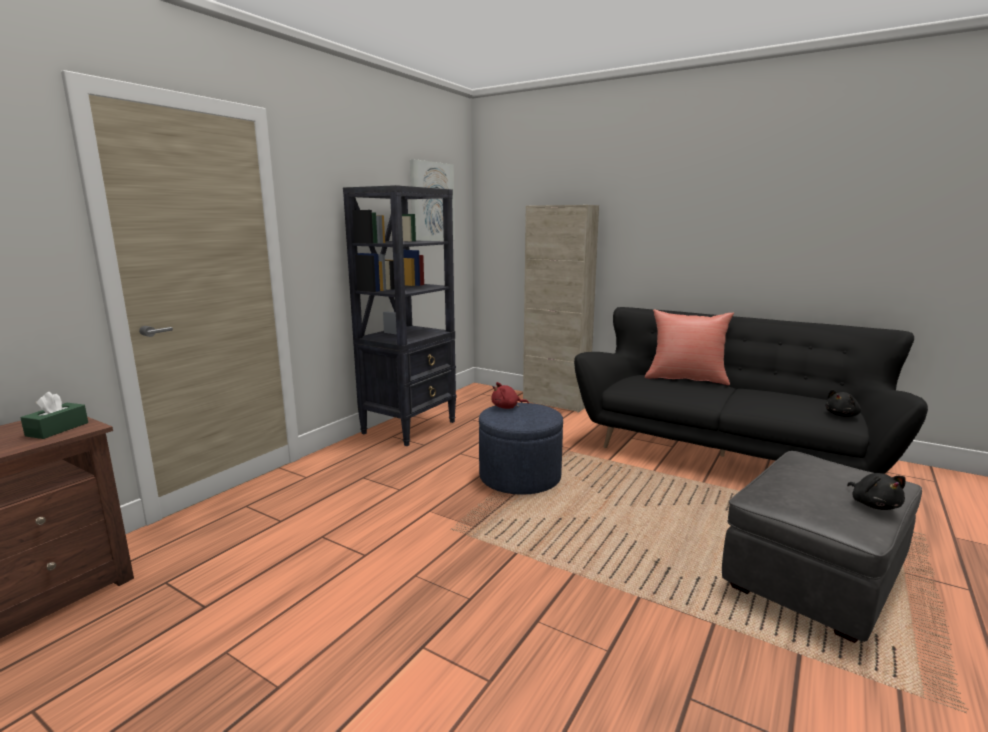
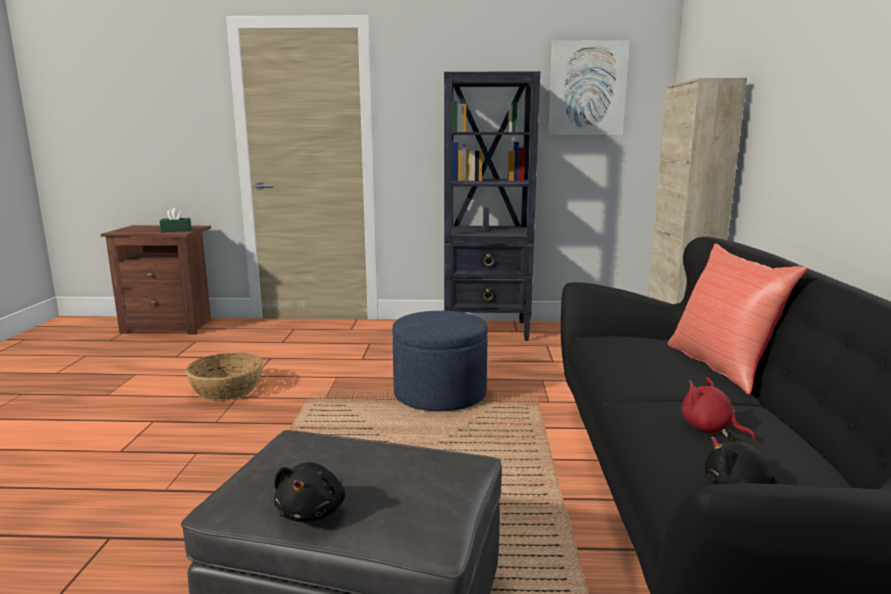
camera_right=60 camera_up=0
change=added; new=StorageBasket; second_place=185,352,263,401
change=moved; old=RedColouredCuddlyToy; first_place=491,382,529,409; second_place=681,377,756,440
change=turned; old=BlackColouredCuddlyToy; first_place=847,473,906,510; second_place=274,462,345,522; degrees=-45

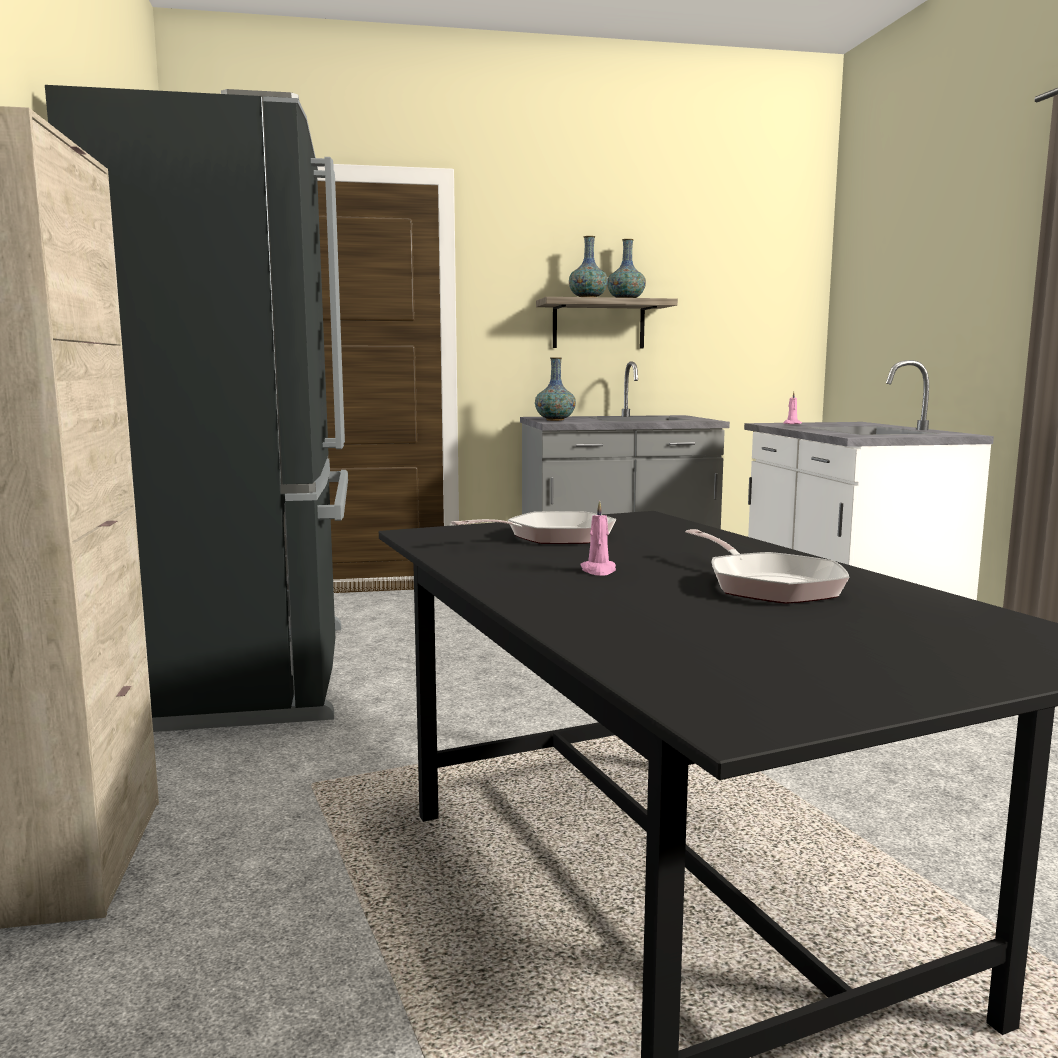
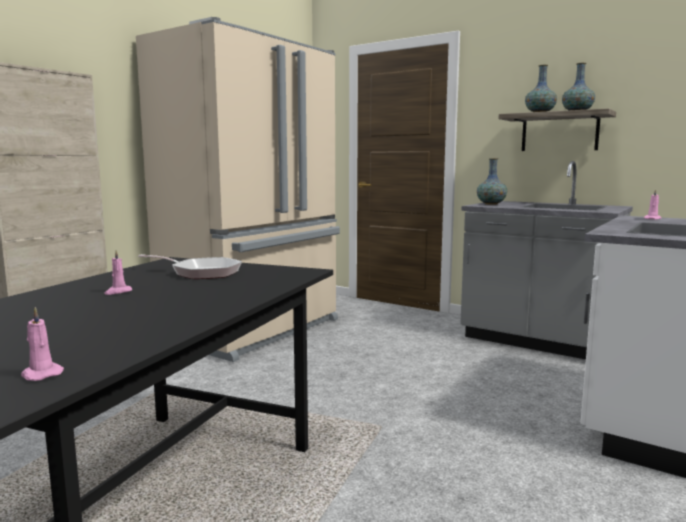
camera_right=45 camera_up=0
change=removed; old=Skillet; first_place=685,529,850,604
change=added; new=PinkishWaxLight; second_place=21,307,64,381
change=recoloured; old=BlackColouredKitchenFridge; new=BeigeColouredKitchenFridge; first_place=45,85,348,732; second_place=136,17,340,362

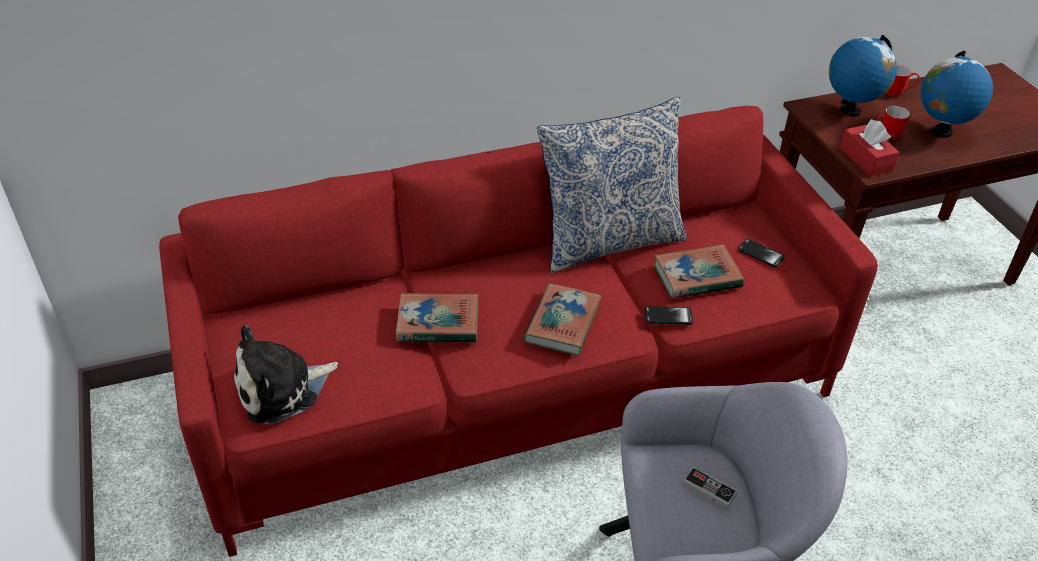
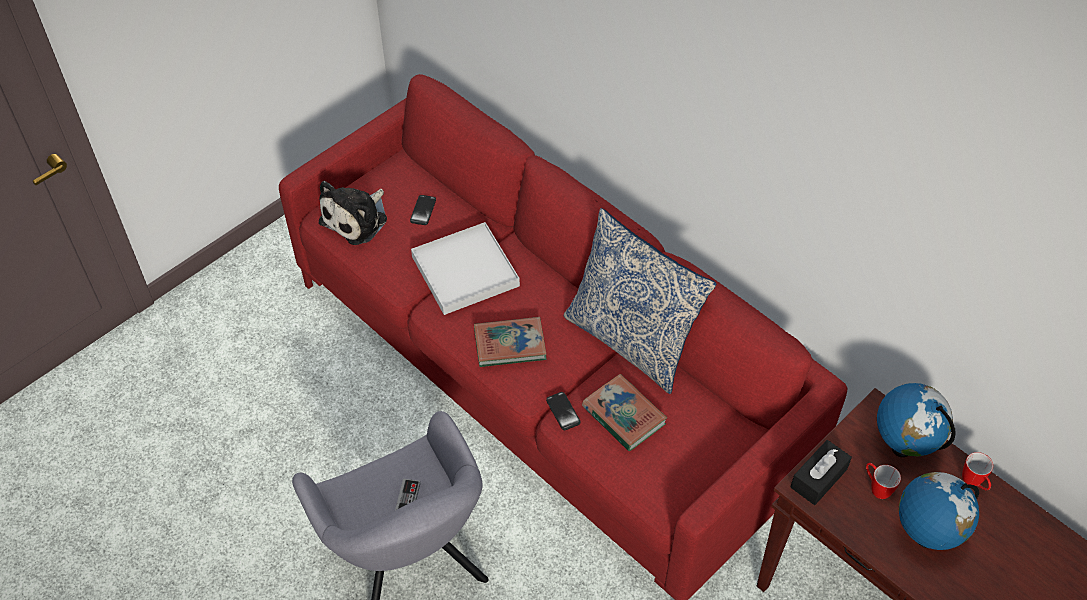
camera_right=65 camera_up=10
change=moved; old=Telephone; first_place=738,239,785,267; second_place=410,195,436,225
change=replaced; old=Volume; new=WhiteColouredTray; first_place=396,293,478,342; second_place=411,222,520,315
change=recoloured; old=RedColouredTissueBox; new=BlackColouredTissueBox; first_place=840,119,899,177; second_place=790,440,852,505
change=turned; old=CuddlyToy; first_place=234,325,338,425; second_place=319,181,387,245; degrees=-90

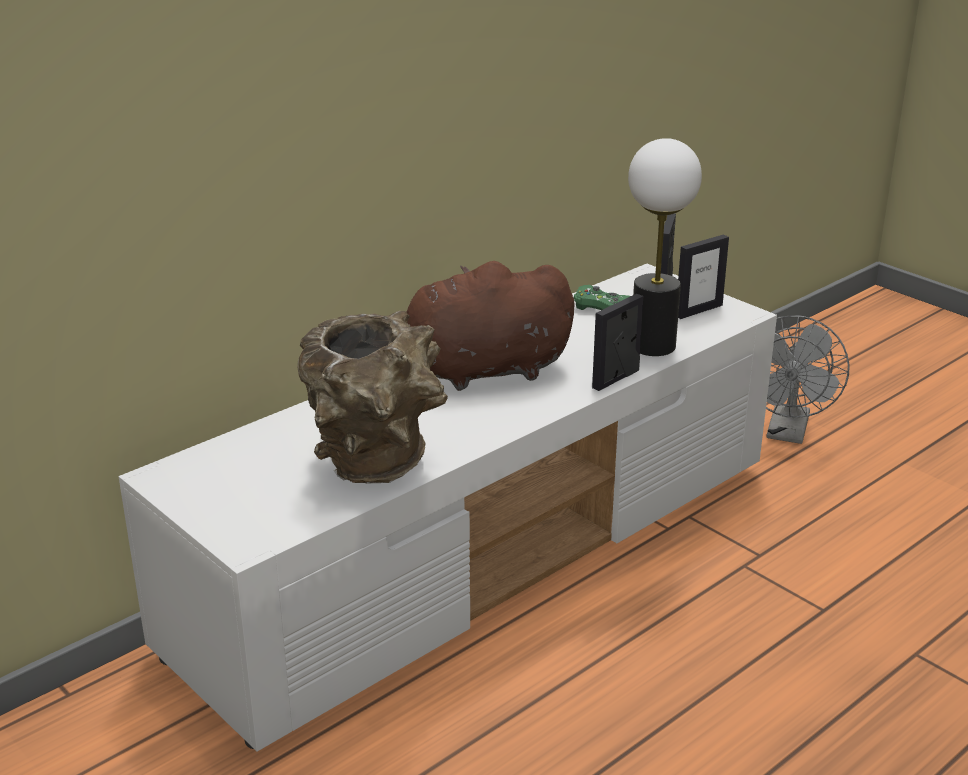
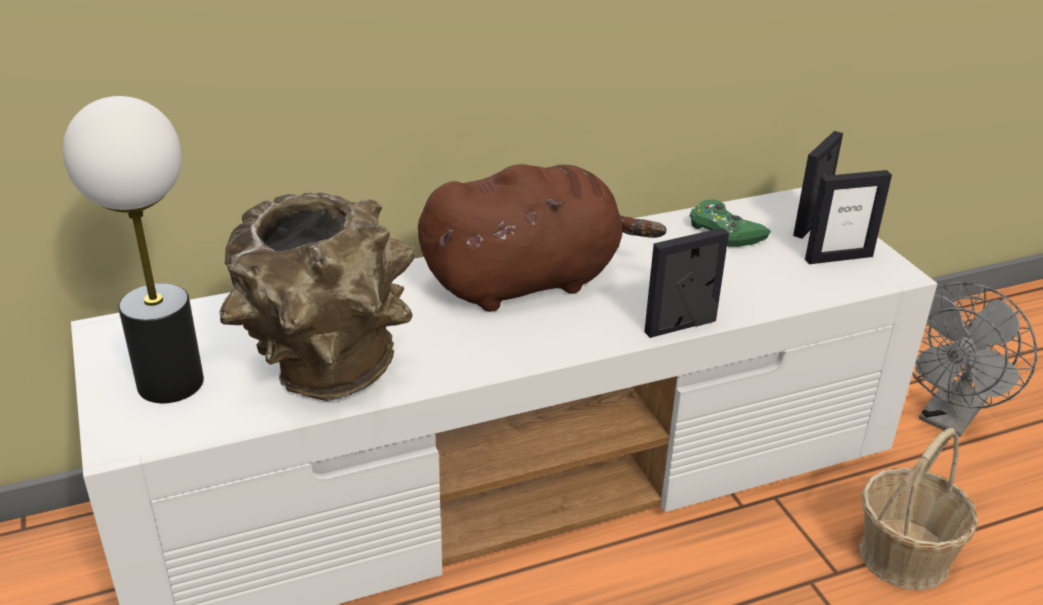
camera_right=20 camera_up=5
change=added; new=StorageBasket; second_place=859,428,978,591
change=moved; old=LampForATable; first_place=628,138,702,356; second_place=63,96,204,403
change=turned; old=BrownishCuddlyToy; first_place=407,261,575,391; second_place=418,164,666,312; degrees=150

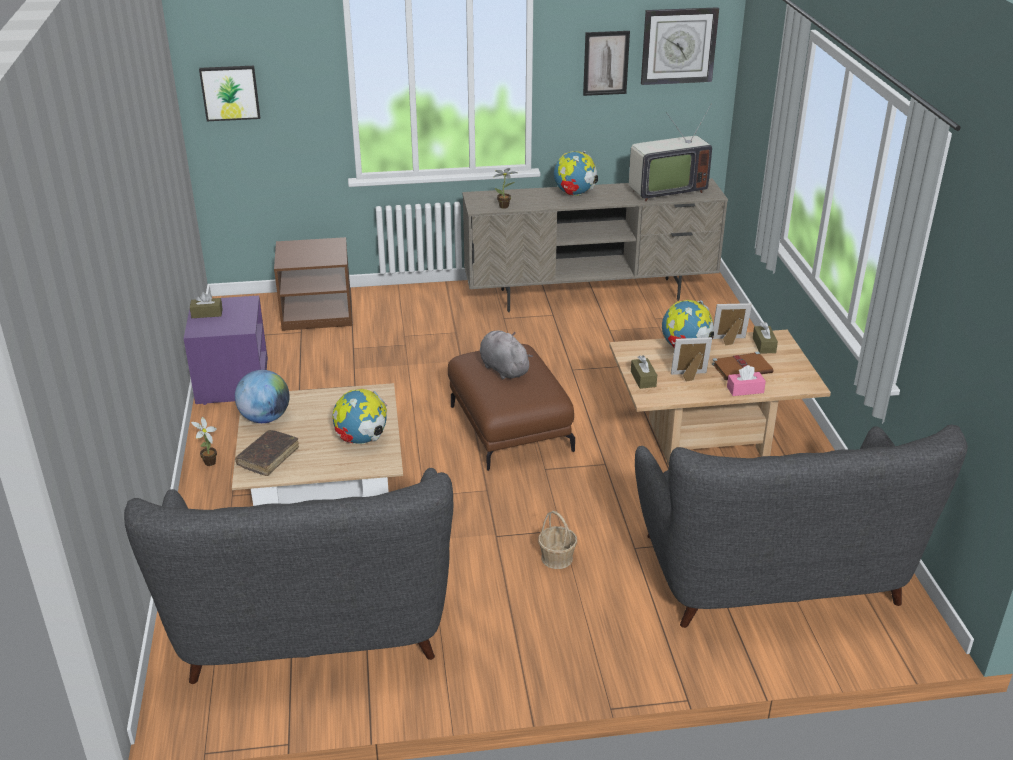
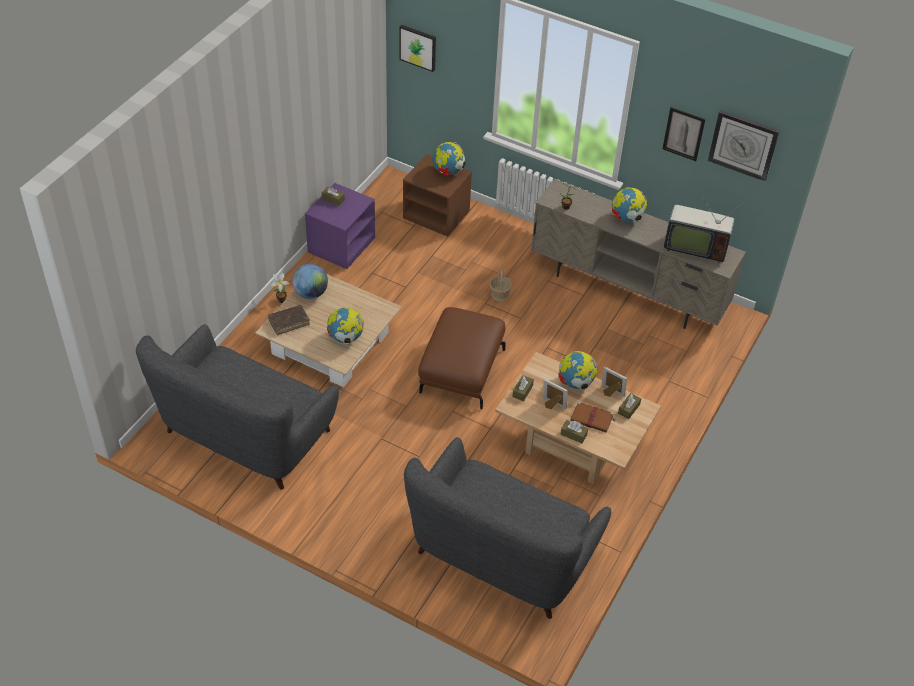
camera_right=35 camera_up=15
change=removed; old=GrayCuddlyToy; first_place=480,330,533,380
change=added; new=DeskGlobe; second_place=432,142,466,175
change=moved; old=StorageBasket; first_place=538,511,577,569; second_place=489,268,512,301
change=recoloured; old=PinkishTissueBox; new=BrownishTissueBox; first_place=727,365,766,396; second_place=560,420,588,443

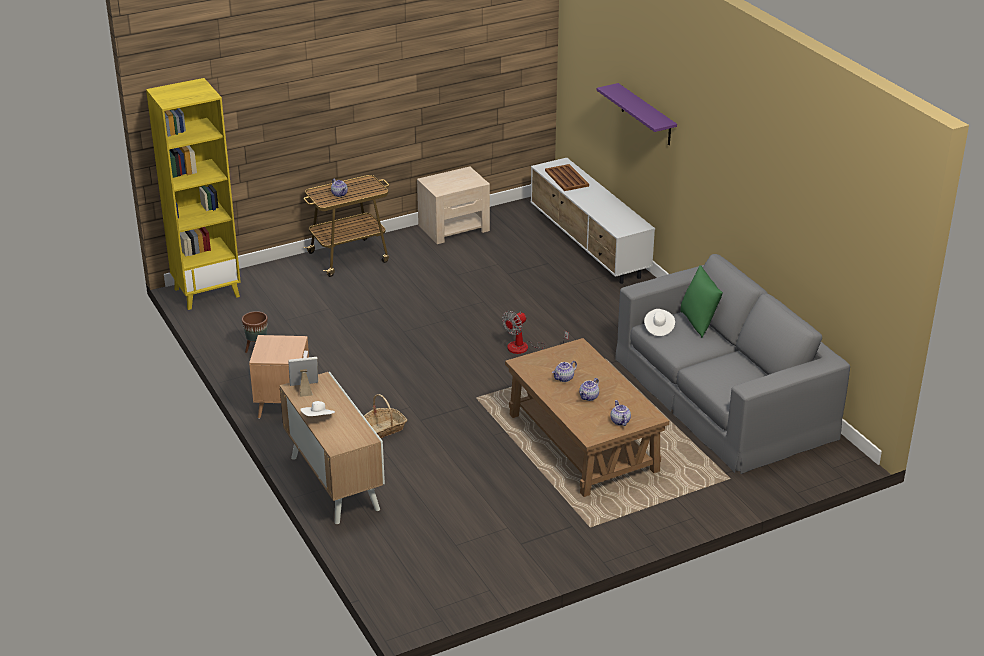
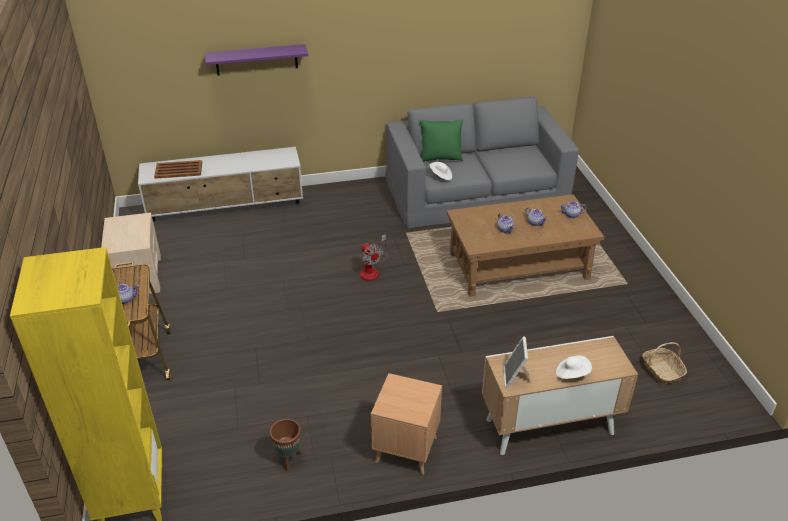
camera_right=-75 camera_up=5
change=moved; old=StorageBasket; first_place=364,394,407,438; second_place=642,342,687,385

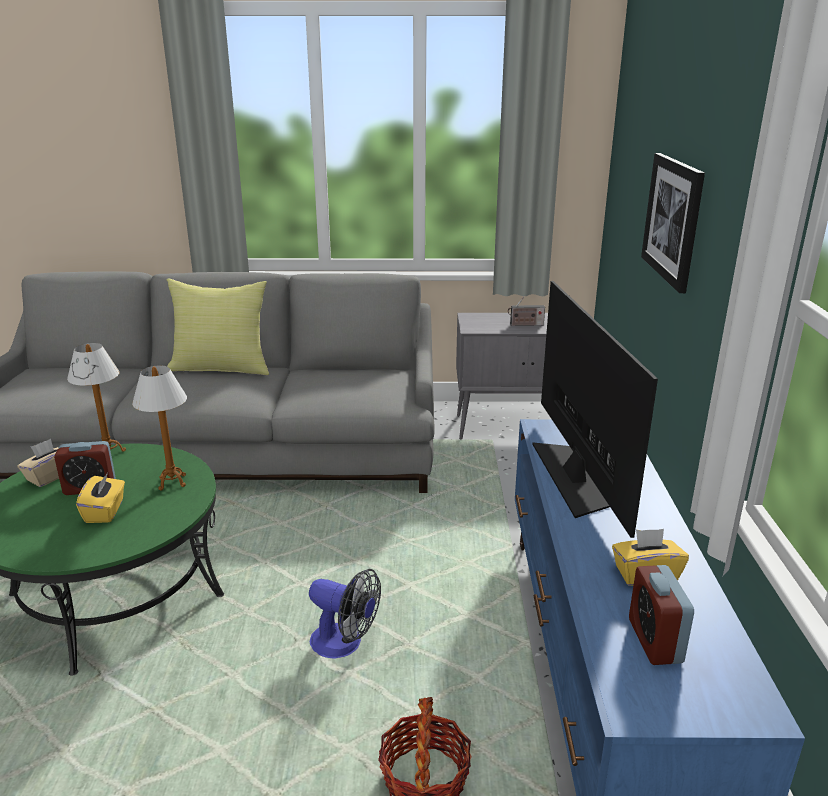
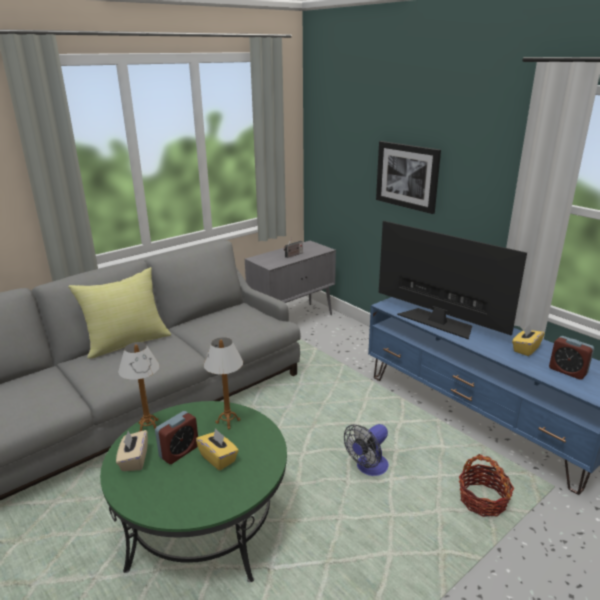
camera_right=-40 camera_up=0
change=turned; old=Fan; first_place=309,569,381,659; second_place=344,424,389,476; degrees=150

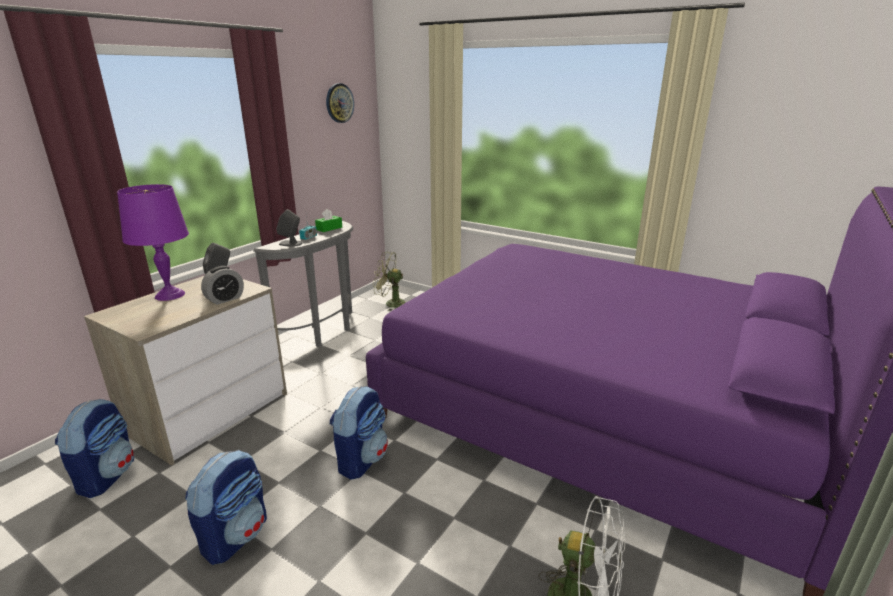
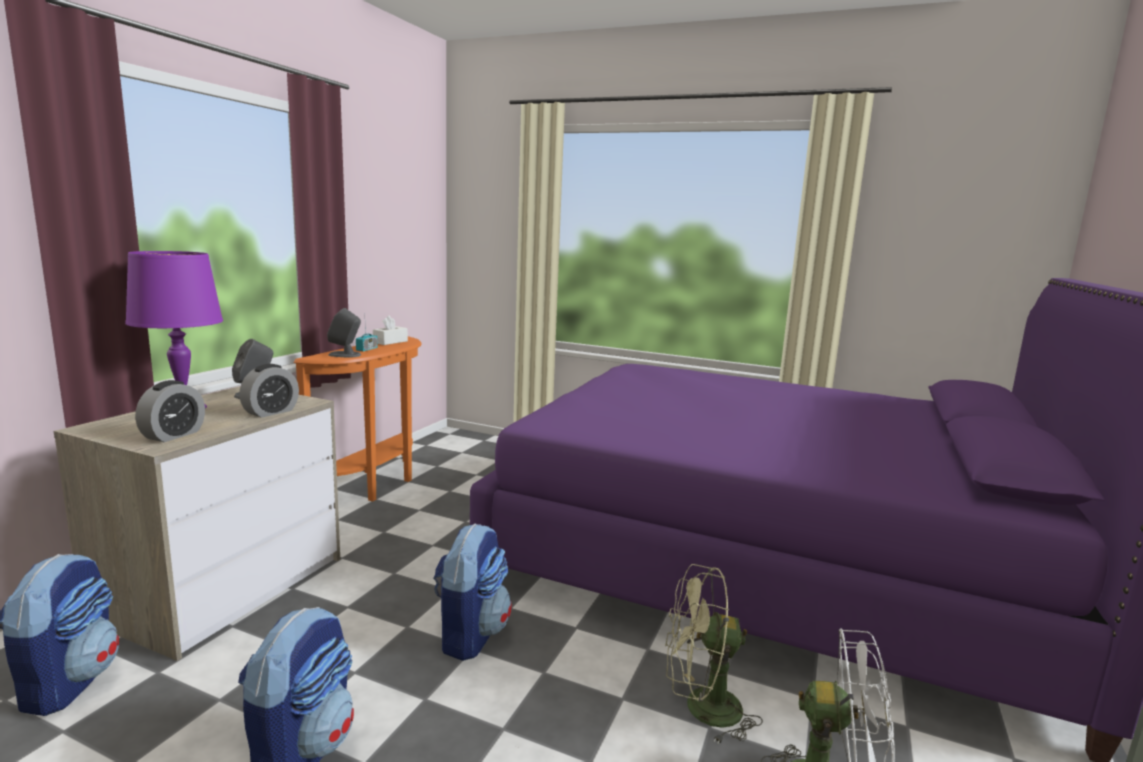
camera_right=-10 camera_up=-10
change=removed; old=ClockOnTheWall; first_place=326,83,354,123
change=added; new=TableClock; second_place=135,380,205,442
change=moved; old=GreenishFan; first_place=373,252,406,311; second_place=665,564,763,744
change=recoloured; old=GrayConsoleTable; new=OrangeConsoleTable; first_place=254,221,353,347; second_place=293,336,422,502
change=recoloured; old=GreenishTissueBox; new=WhiteColouredTissueBox; first_place=315,209,342,232; second_place=373,316,408,345

